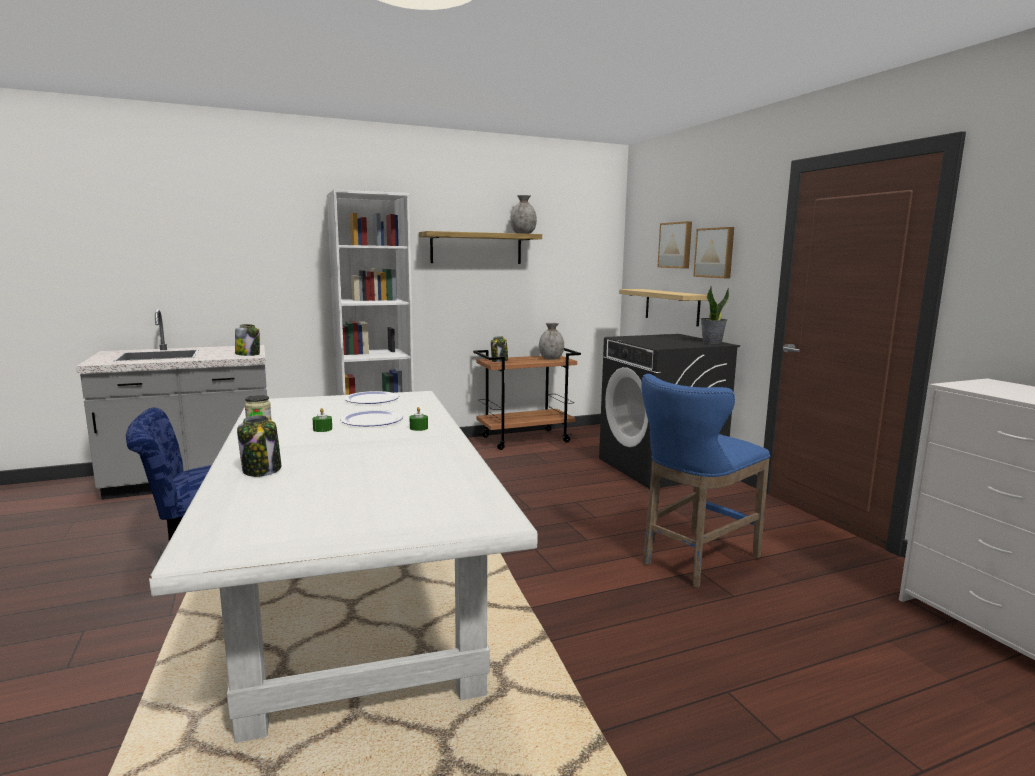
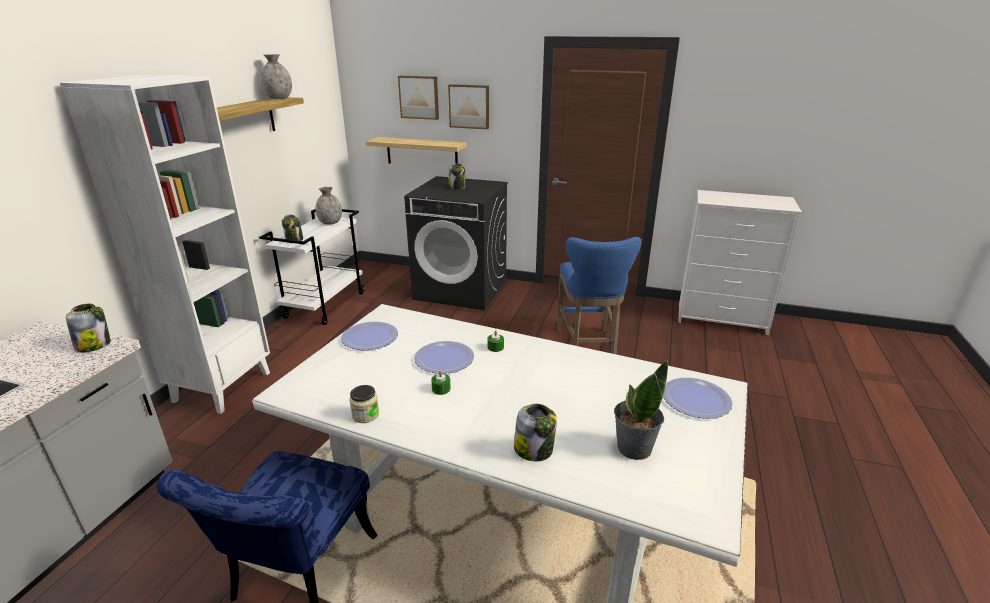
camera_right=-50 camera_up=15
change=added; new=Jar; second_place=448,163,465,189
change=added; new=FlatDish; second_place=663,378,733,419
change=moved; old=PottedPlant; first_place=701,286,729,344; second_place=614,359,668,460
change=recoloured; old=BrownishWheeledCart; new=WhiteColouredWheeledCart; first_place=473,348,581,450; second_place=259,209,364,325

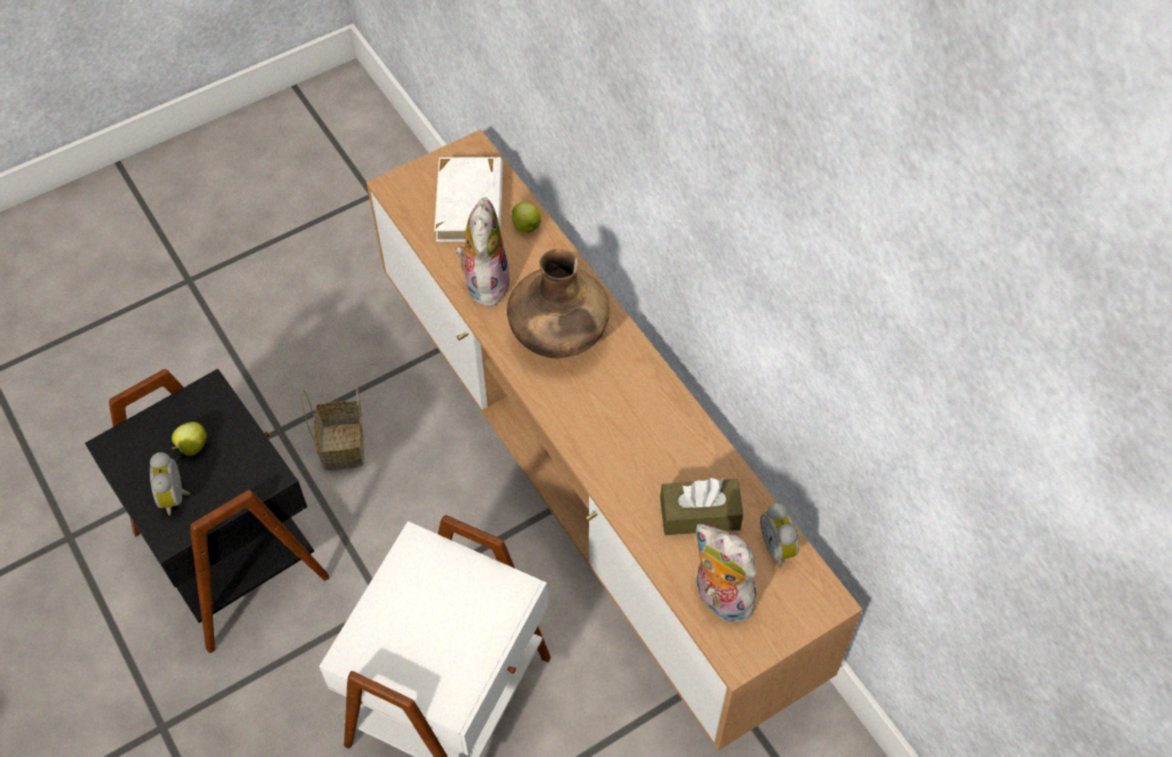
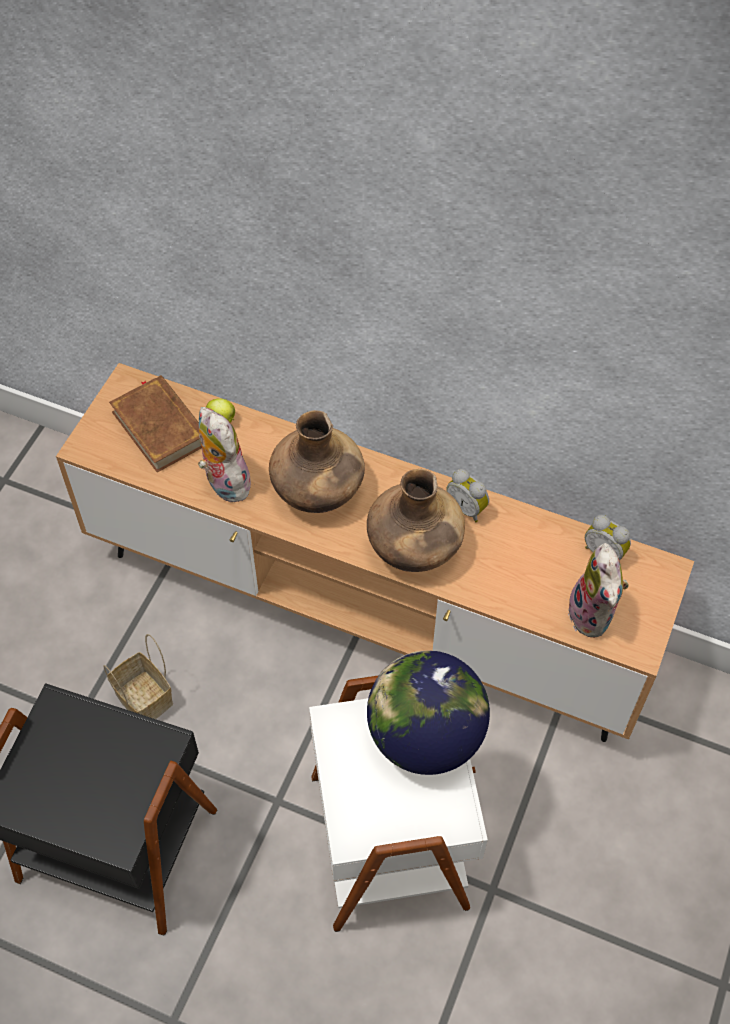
camera_right=-35 camera_up=0
change=removed; old=Apple; first_place=172,422,207,456
change=removed; old=BrownishTissueBox; first_place=660,478,743,535
change=added; new=BrownishFlowerVase; second_place=367,469,465,572
change=added; new=DeskGlobe; second_place=367,650,490,775
change=moved; old=TableClock; first_place=150,452,190,516; second_place=446,469,489,522
change=recoloured; old=WhiteColouredVolume; new=BrownishVolume; first_place=434,156,503,242; second_place=109,375,202,472
change=turned; old=CuddlyToy; first_place=696,524,757,623; second_place=568,543,629,638; degrees=-105

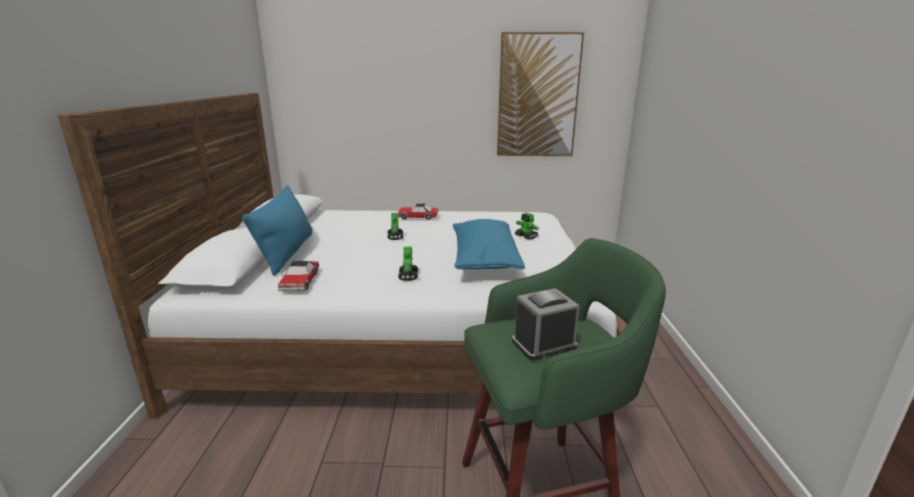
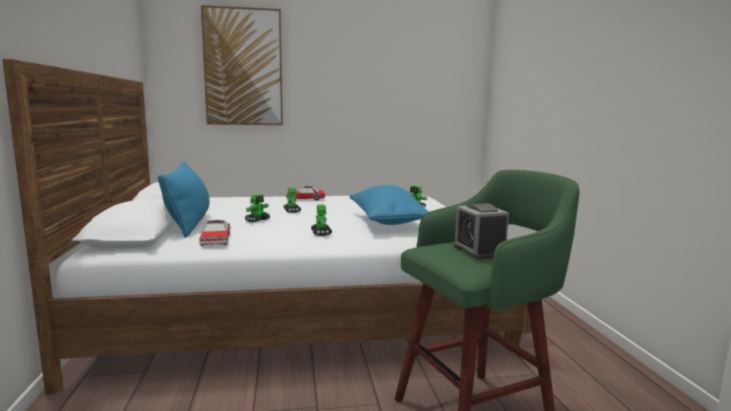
camera_right=-10 camera_up=-10
change=added; new=ModelRobot; second_place=245,194,270,222
change=moved; old=WallArt; first_place=497,32,584,156; second_place=201,5,283,125
change=turned; old=TableClock; first_place=512,288,580,361; second_place=454,204,509,260; degrees=-75

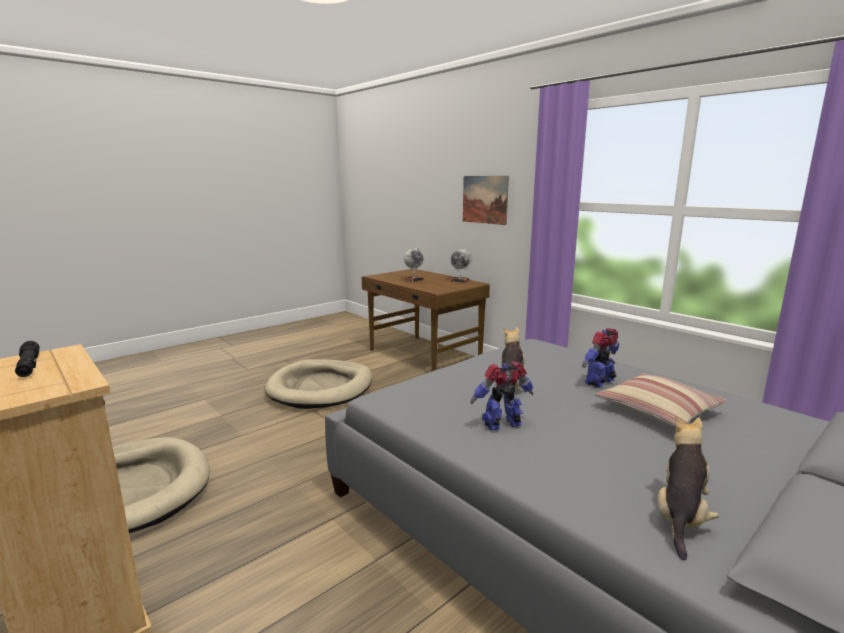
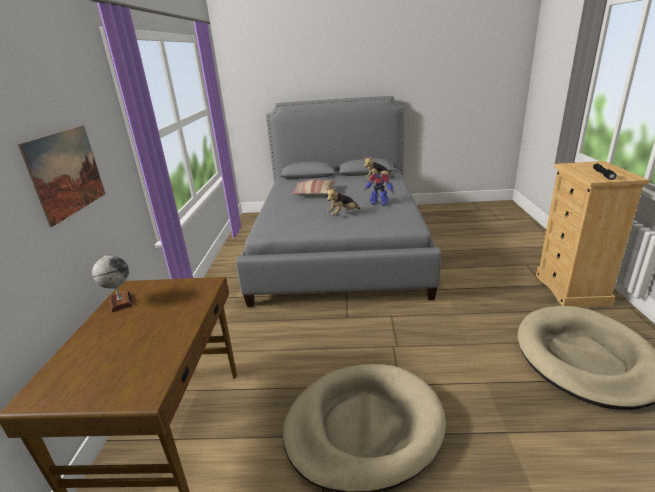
camera_right=-135 camera_up=10
change=removed; old=DeskGlobe; first_place=404,247,424,282
change=removed; old=ModelRobot; first_place=582,328,619,388

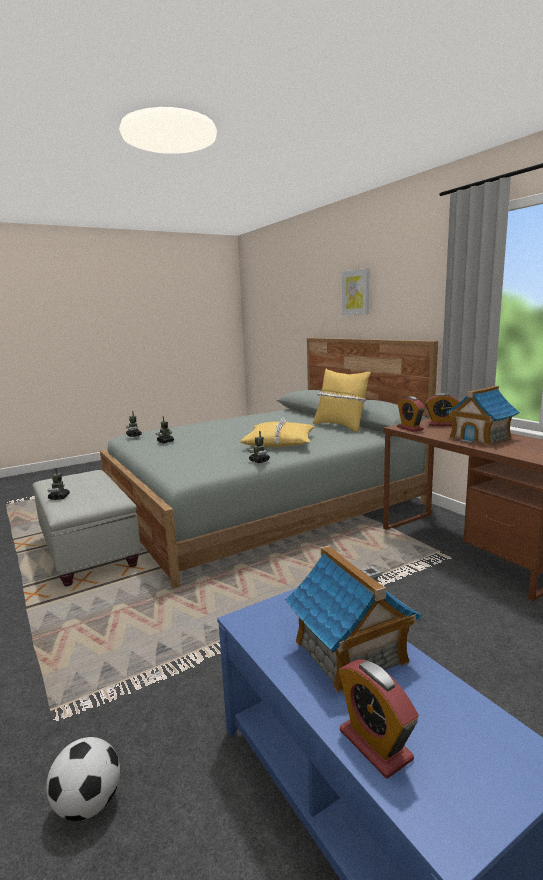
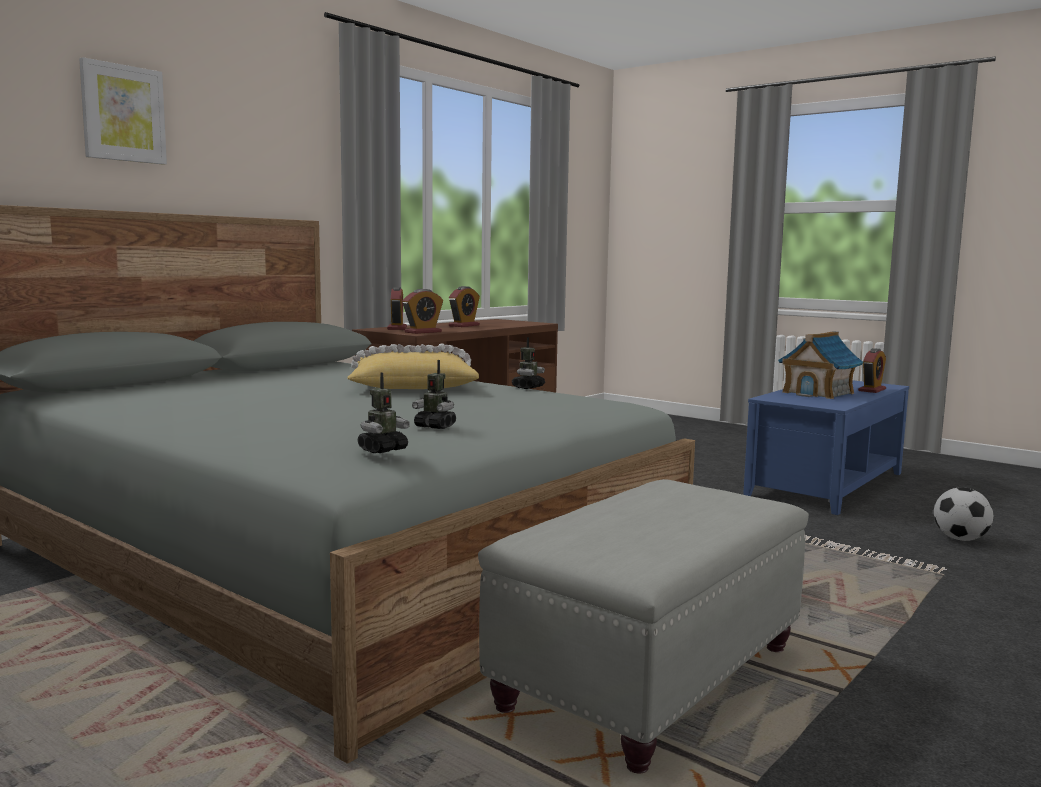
camera_right=-110 camera_up=-5
change=removed; old=ModelRobot; first_place=47,468,70,500
change=removed; old=YellowCushion; first_place=313,369,371,433
change=replaced; old=MiniatureHouse; new=TableClock; first_place=446,386,519,446; second_place=449,286,480,327

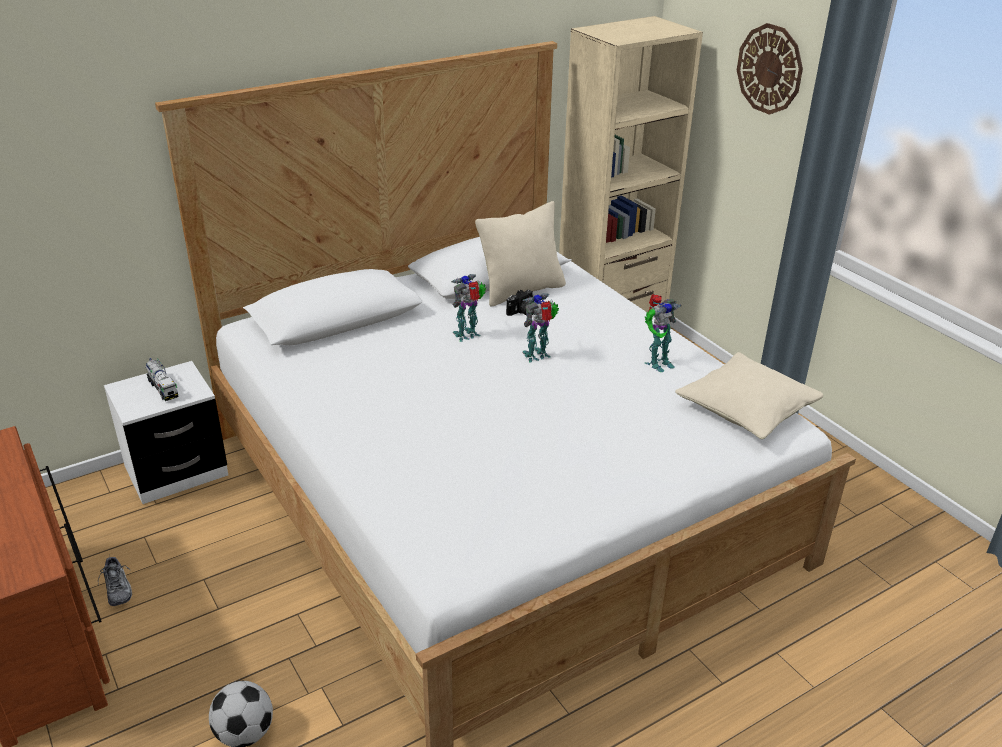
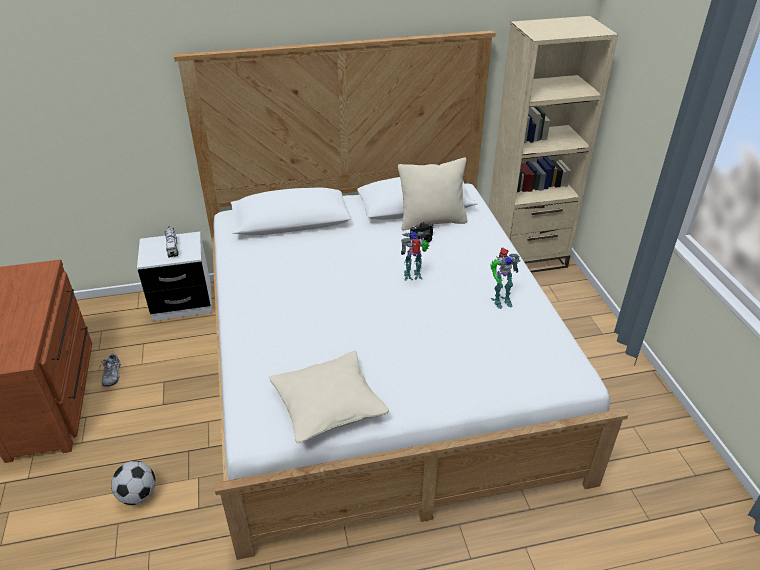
camera_right=20 camera_up=5
change=removed; old=ModelRobot; first_place=451,274,486,342
change=removed; old=ClockOnTheWall; first_place=737,23,803,114
change=moved; old=BeigeColouredCushion; first_place=675,352,824,439; second_place=269,351,389,443

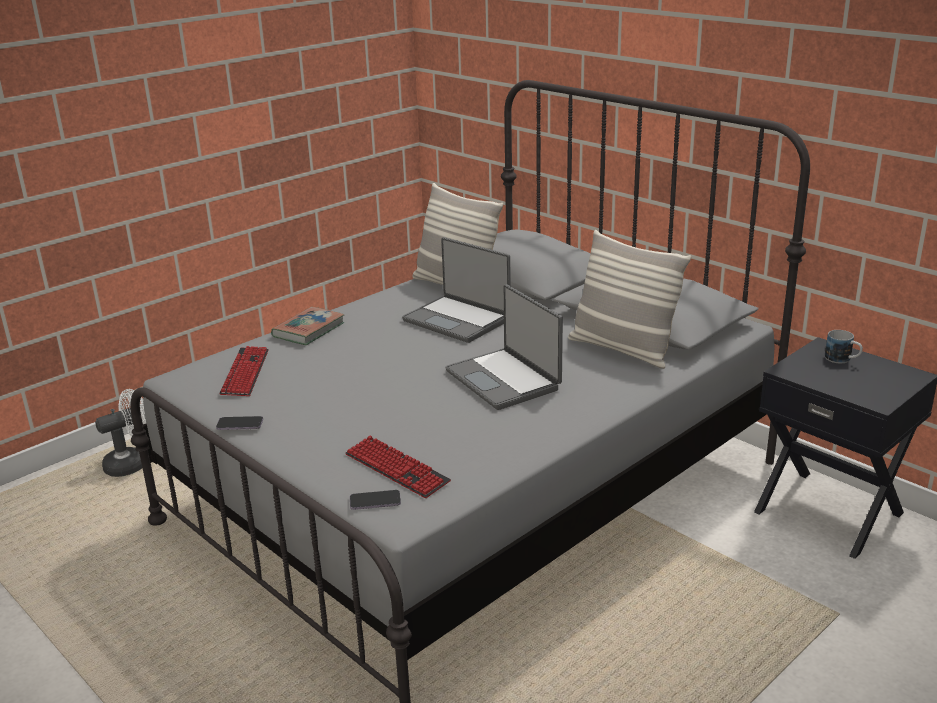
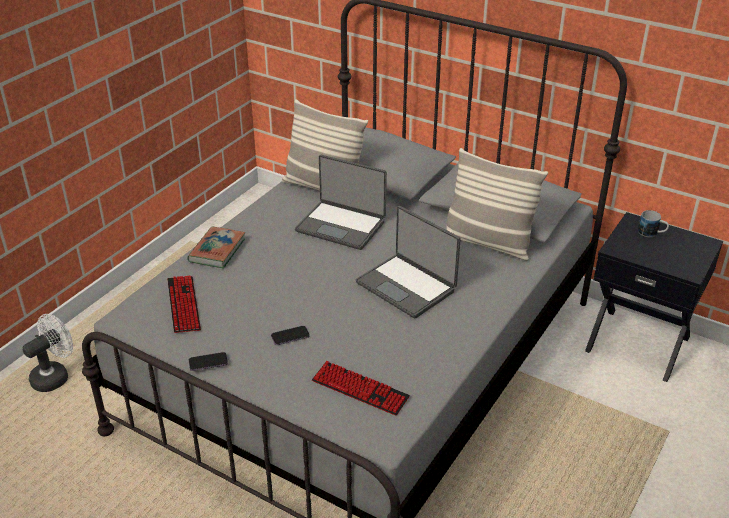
camera_right=-15 camera_up=10
change=moved; old=Telephone; first_place=350,490,401,510; second_place=271,326,310,345

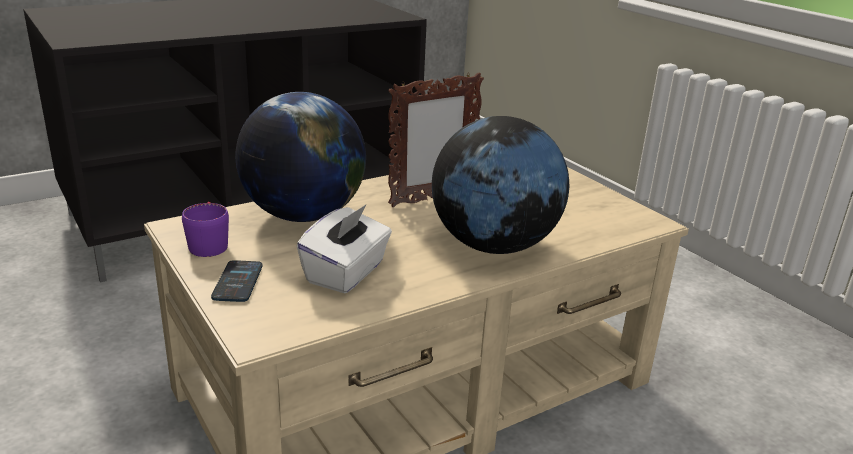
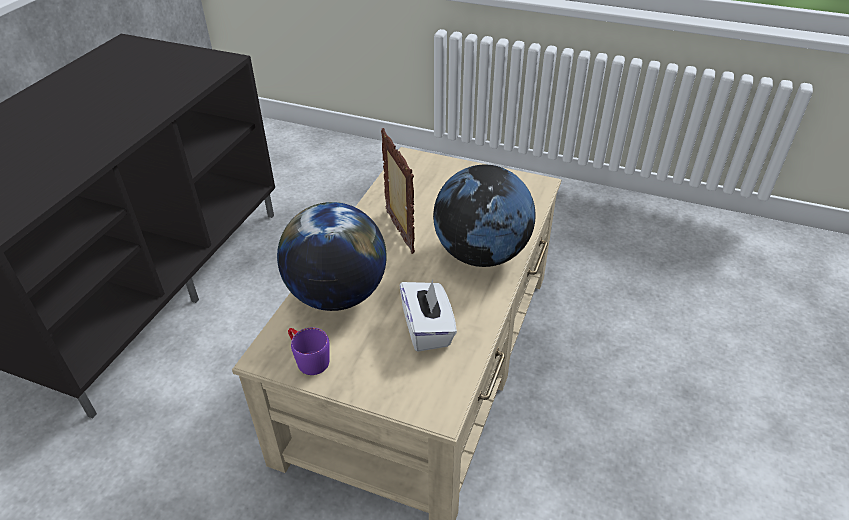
camera_right=-35 camera_up=15
change=removed; old=Telephone; first_place=211,260,263,302
change=turned; old=PictureFrame; first_place=388,72,484,207; second_place=381,128,415,254; degrees=-45

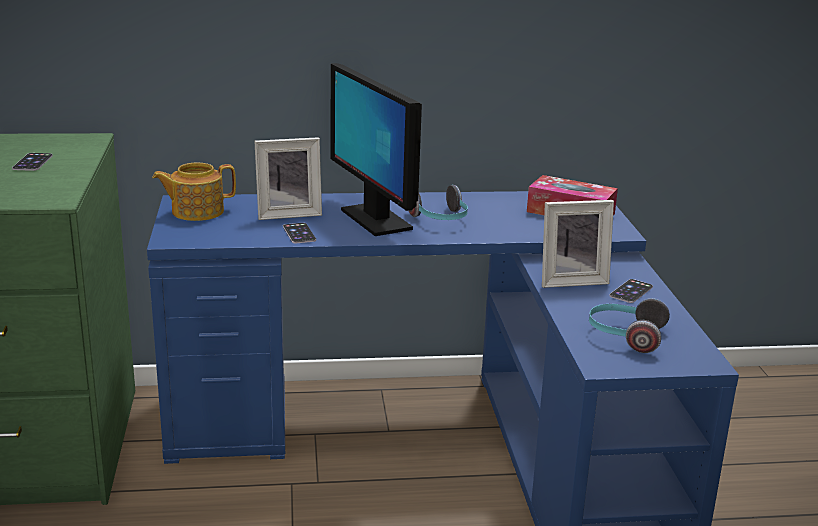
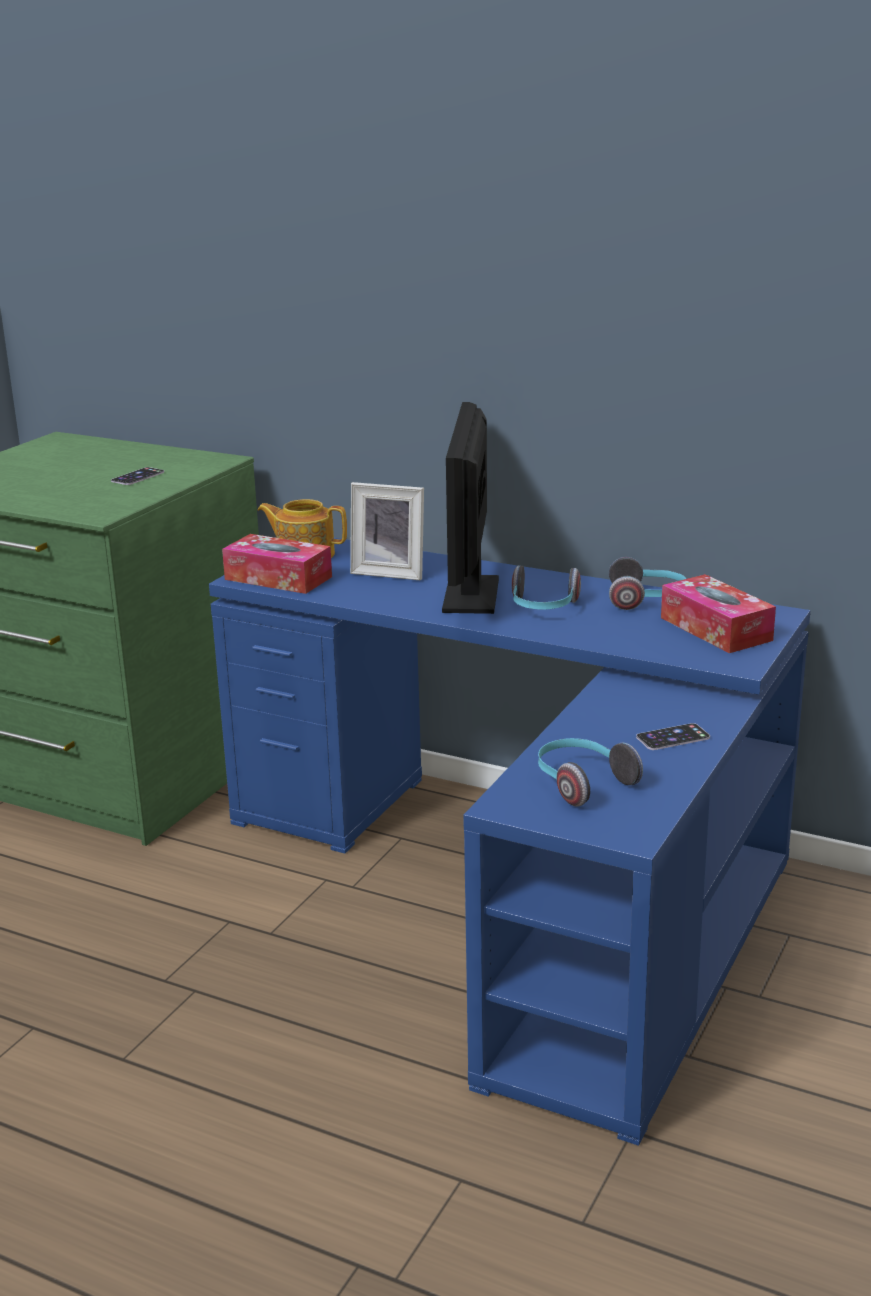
camera_right=35 camera_up=0
change=removed; old=Telephone; first_place=283,223,316,243
change=removed; old=PictureFrame; first_place=542,200,614,288
change=added; new=TissueBox; second_place=222,534,332,594
change=added; new=PairOfHeadphones; second_place=609,557,686,610

